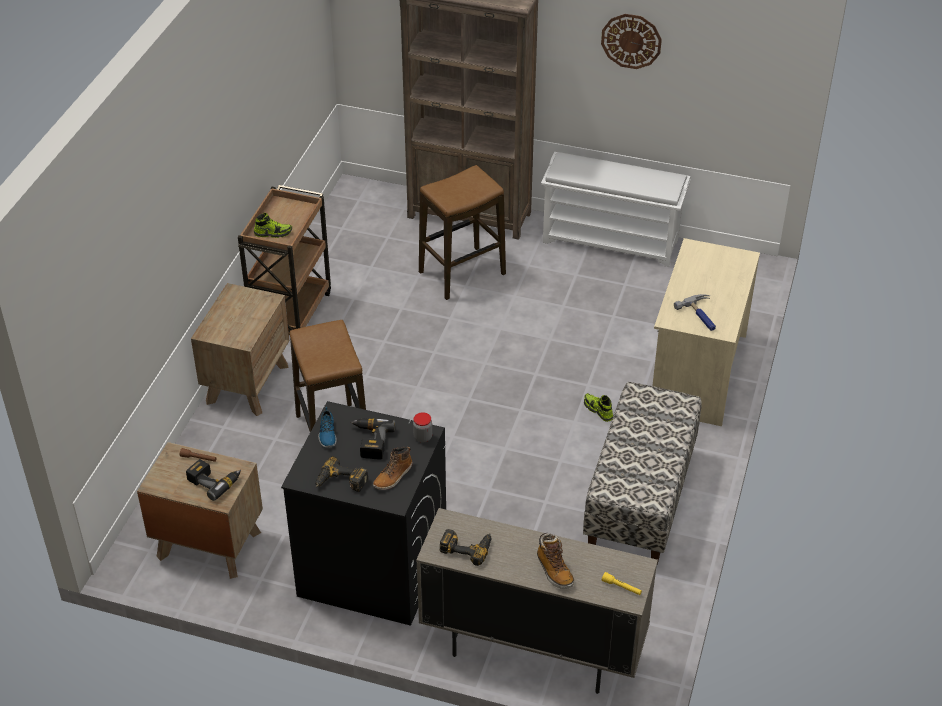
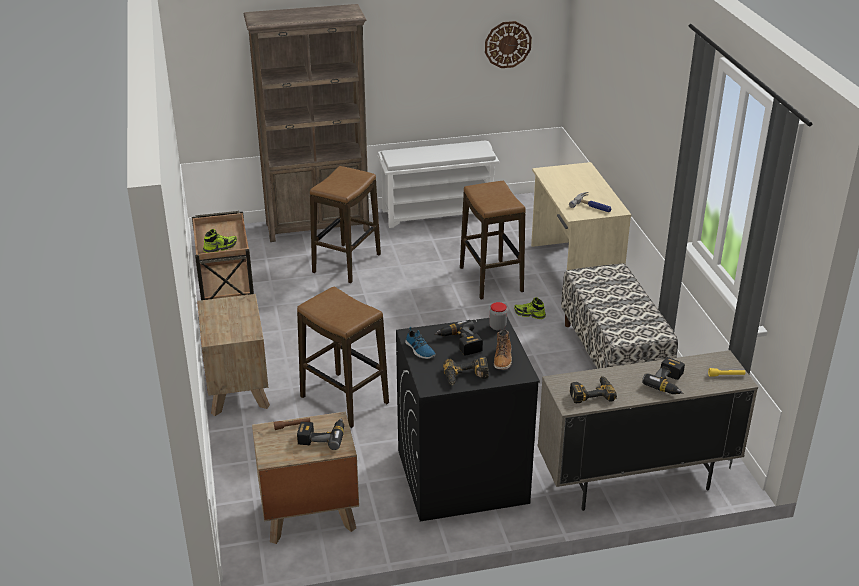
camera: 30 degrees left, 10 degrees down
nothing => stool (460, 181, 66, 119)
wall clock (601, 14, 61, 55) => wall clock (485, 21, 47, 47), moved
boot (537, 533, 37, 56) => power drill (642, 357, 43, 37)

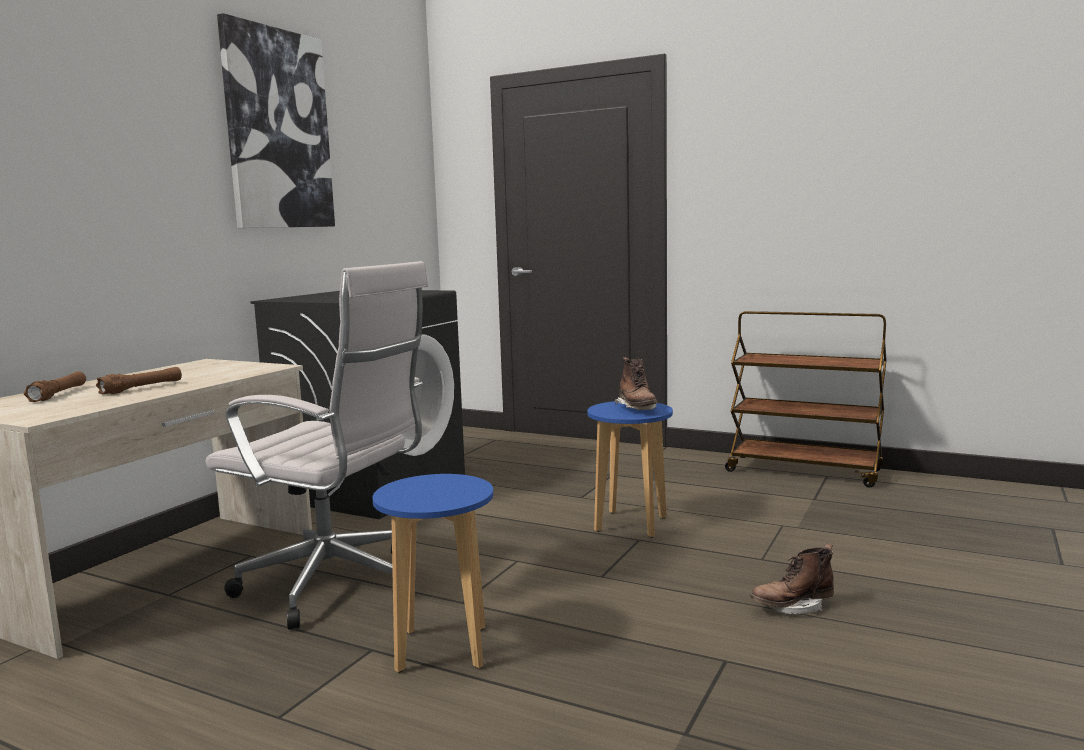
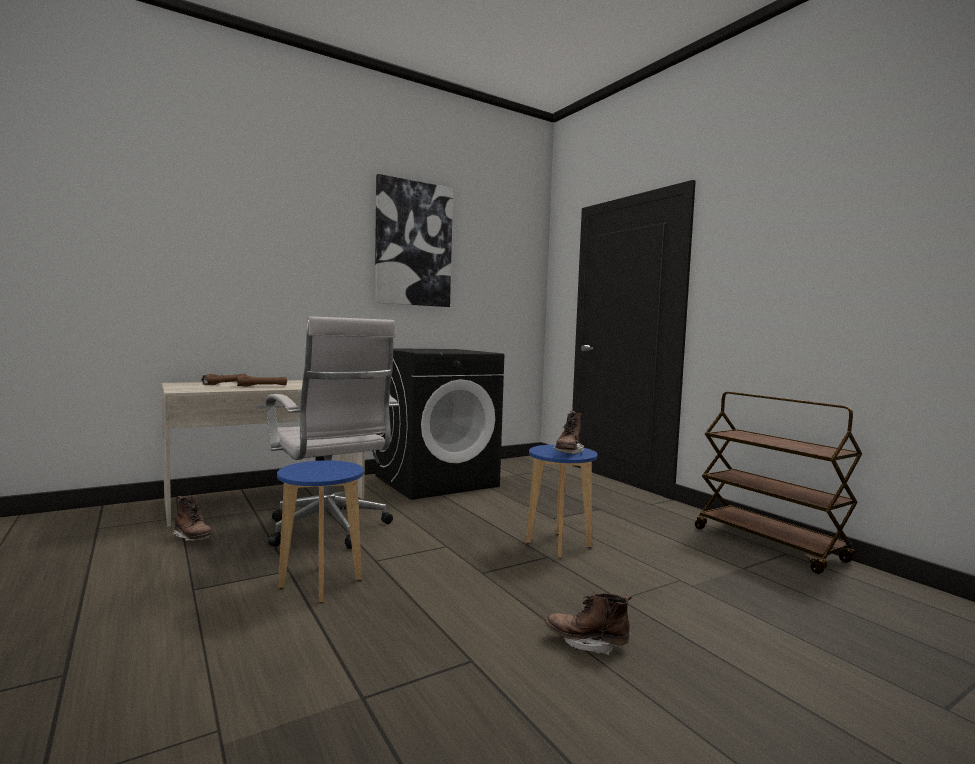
camera: 30 degrees right, 5 degrees down
nothing => boot in brown (172, 496, 42, 45)

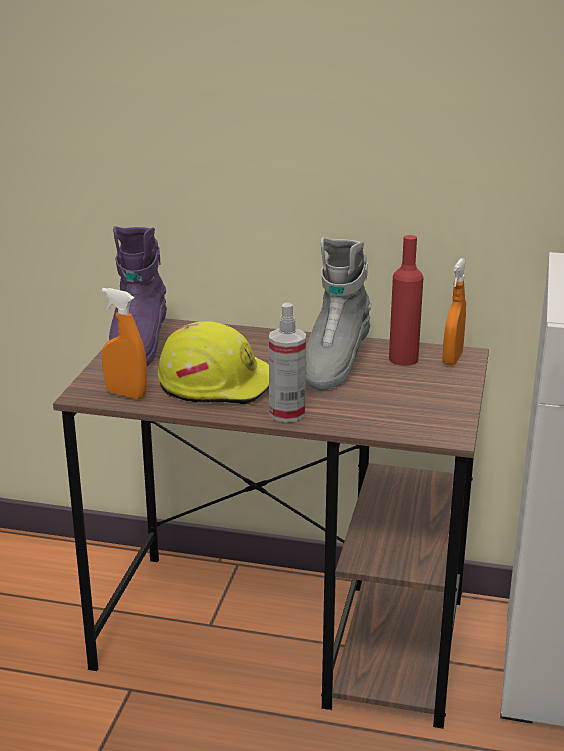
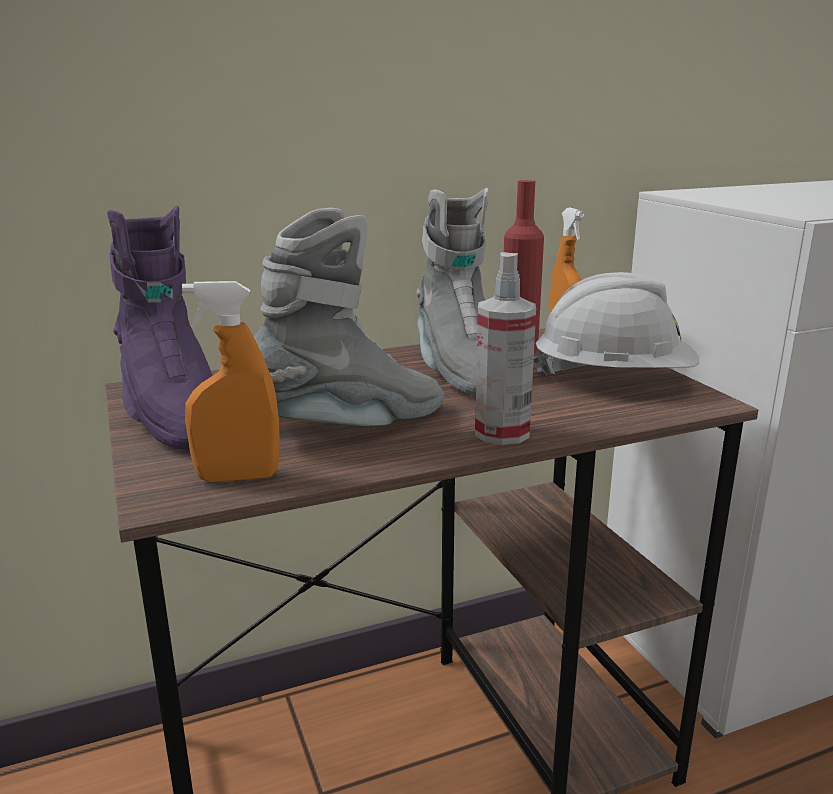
camera: 35 degrees left, 5 degrees down
nothing => hard hat in white (534, 272, 166, 105)
hard hat in yellow (158, 321, 111, 84) => boot in grey (254, 208, 190, 218)

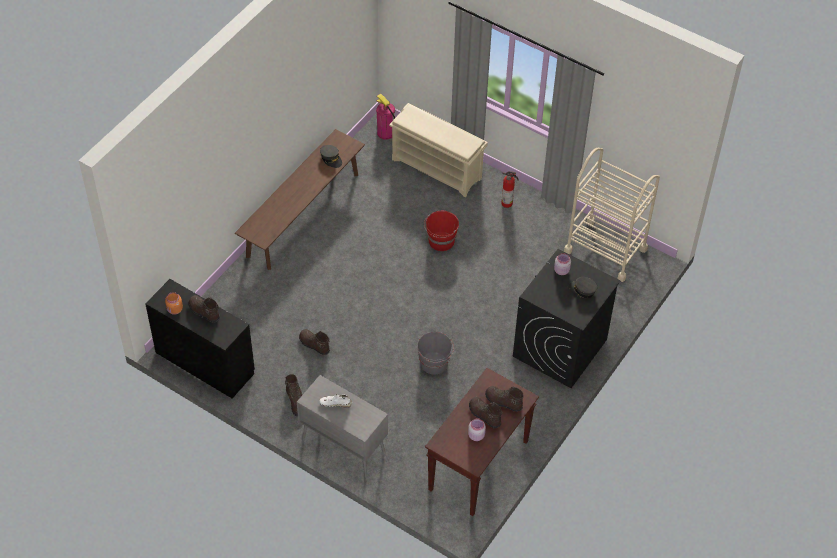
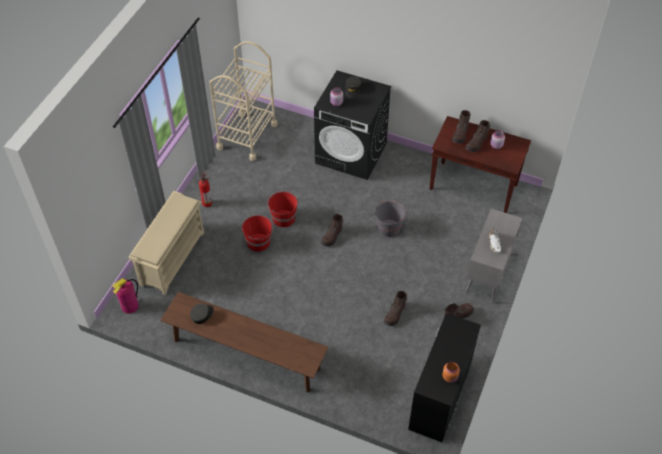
camera: 100 degrees left, 0 degrees up
nothing => bucket in red (267, 191, 31, 36)
boot in brown (188, 295, 32, 28) => boot in brown (321, 214, 23, 33), moved

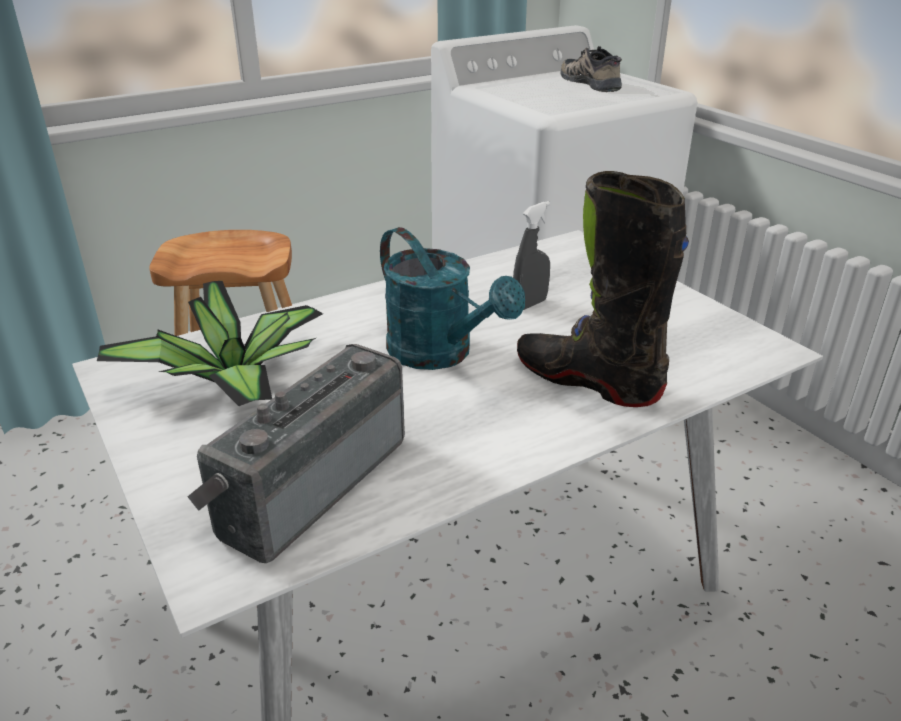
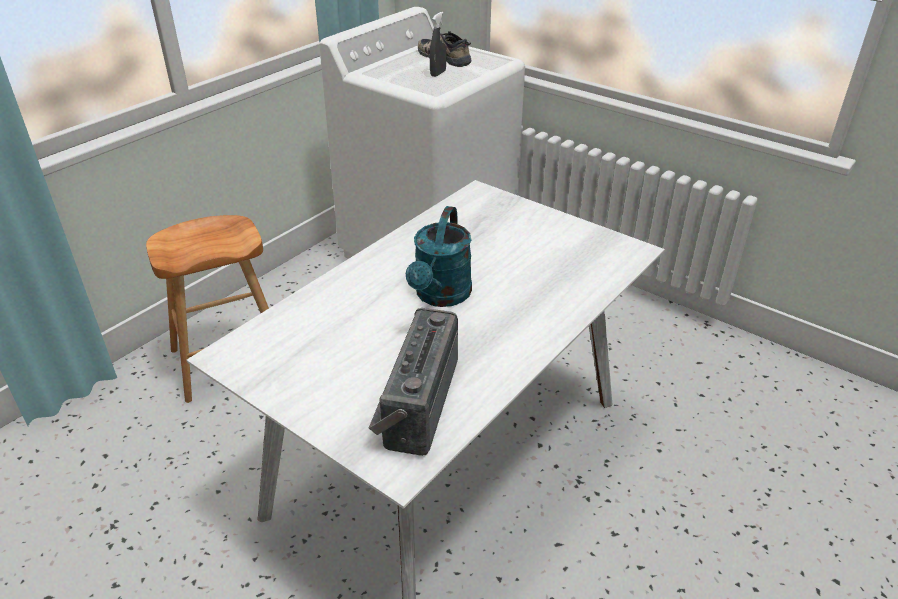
camera: 20 degrees left, 5 degrees up
potted plant (97, 281, 226, 125) => nothing
boot in black (517, 171, 172, 236) => nothing
spray bottle in grey (513, 201, 37, 109) => spray bottle in grey (430, 12, 17, 65), moved
watering can in turquoise (380, 227, 145, 143) => watering can in turquoise (406, 206, 66, 101), 75 degrees clockwise

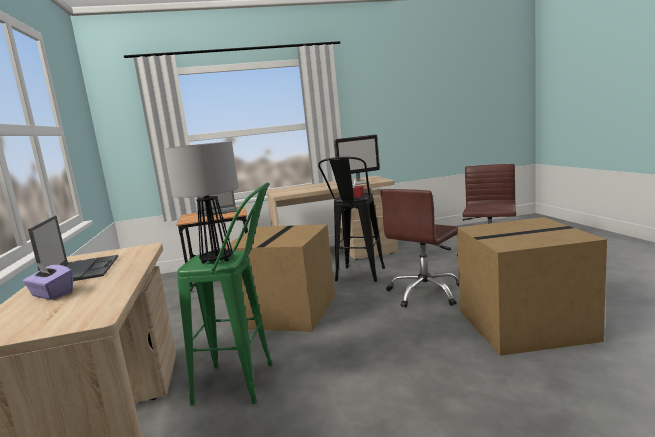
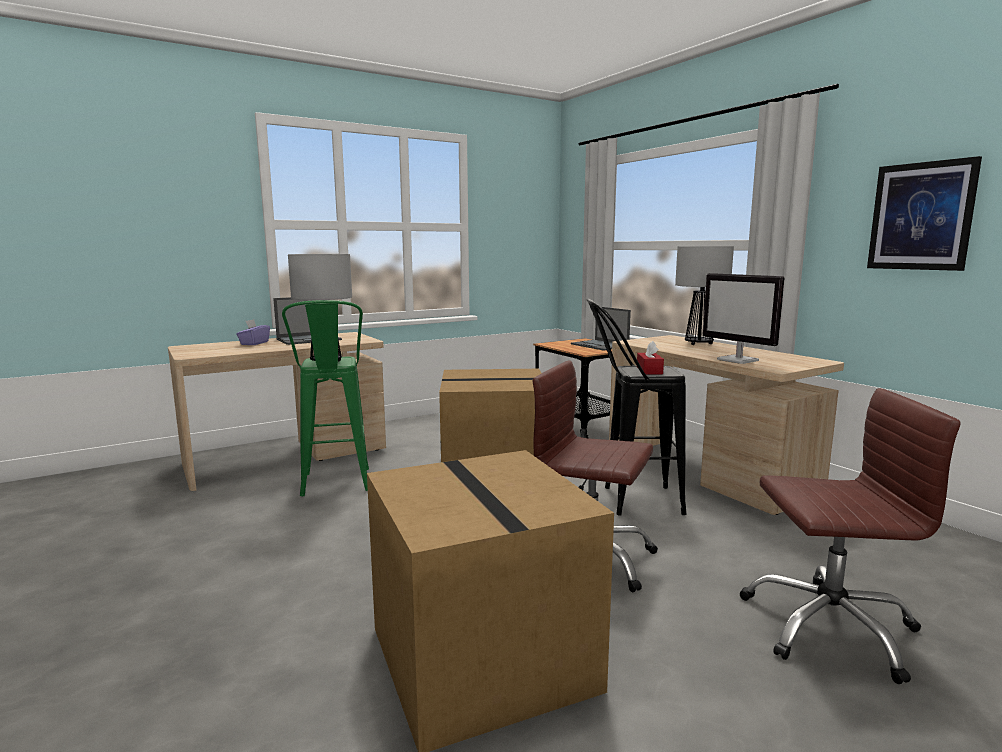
camera: 70 degrees right, 0 degrees up
nothing => table lamp (675, 246, 59, 99)
nothing => picture (867, 156, 115, 115)

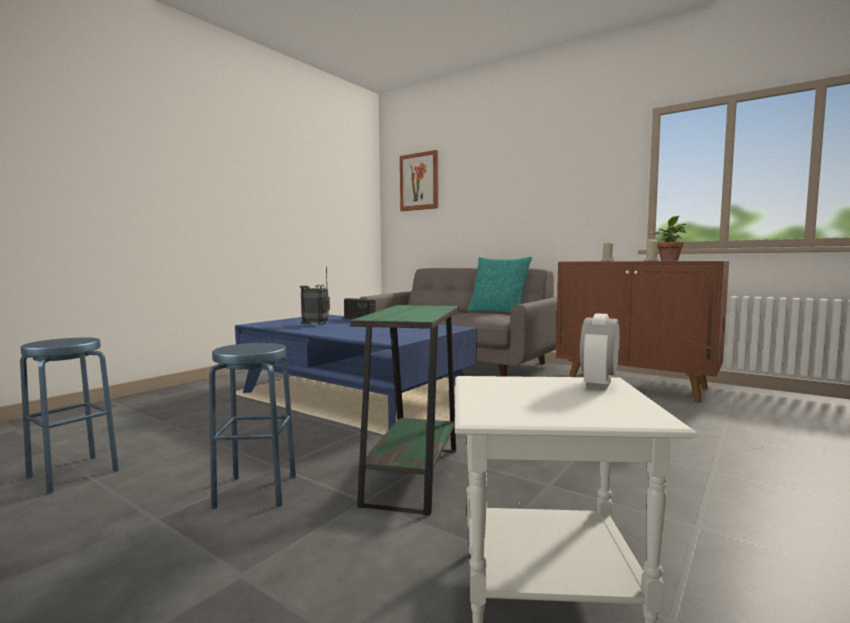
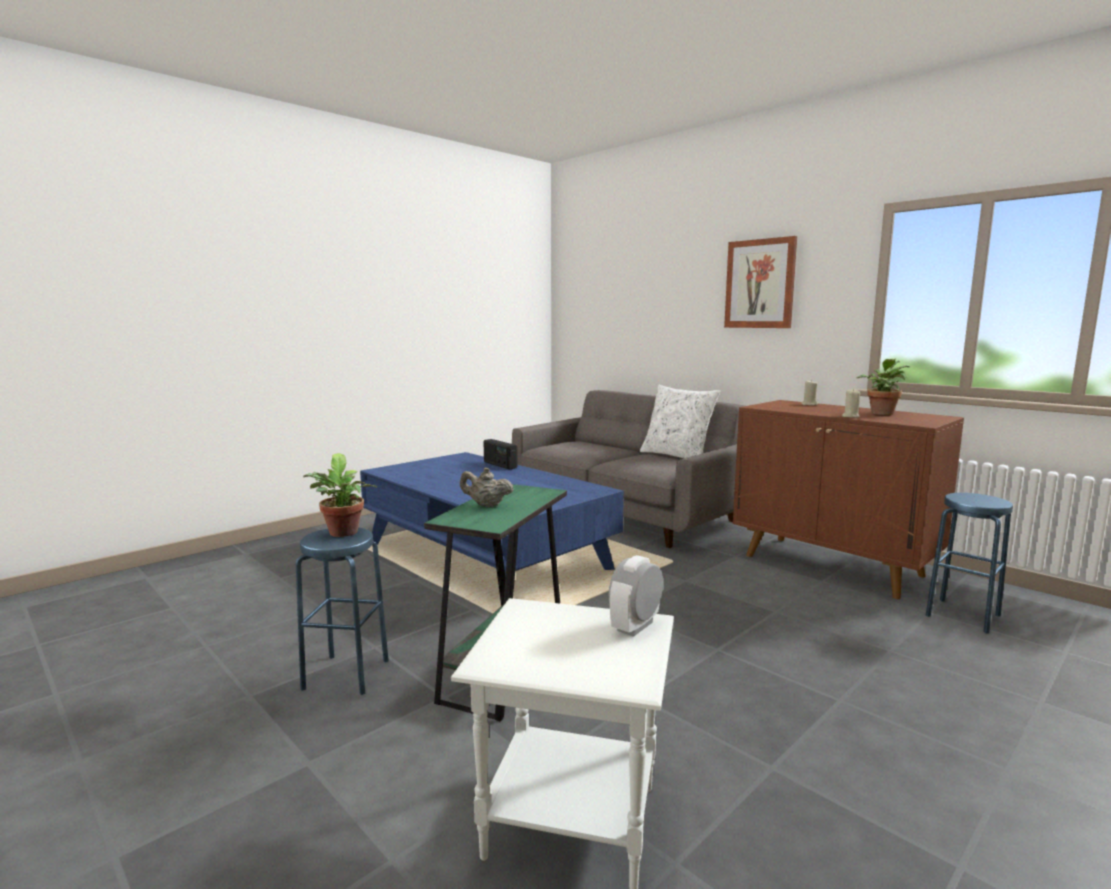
camera: 10 degrees right, 5 degrees up
radio (300, 266, 30, 59) => nothing
nothing => potted plant (303, 453, 74, 84)
nothing => teapot in beige (460, 467, 53, 40)
stool in blue (20, 337, 99, 157) => stool in blue (926, 493, 87, 141), moved
picture (400, 150, 39, 61) => picture (724, 236, 73, 92), moved
pillow in turquoise (467, 257, 65, 56) => pillow in white (640, 385, 80, 73)

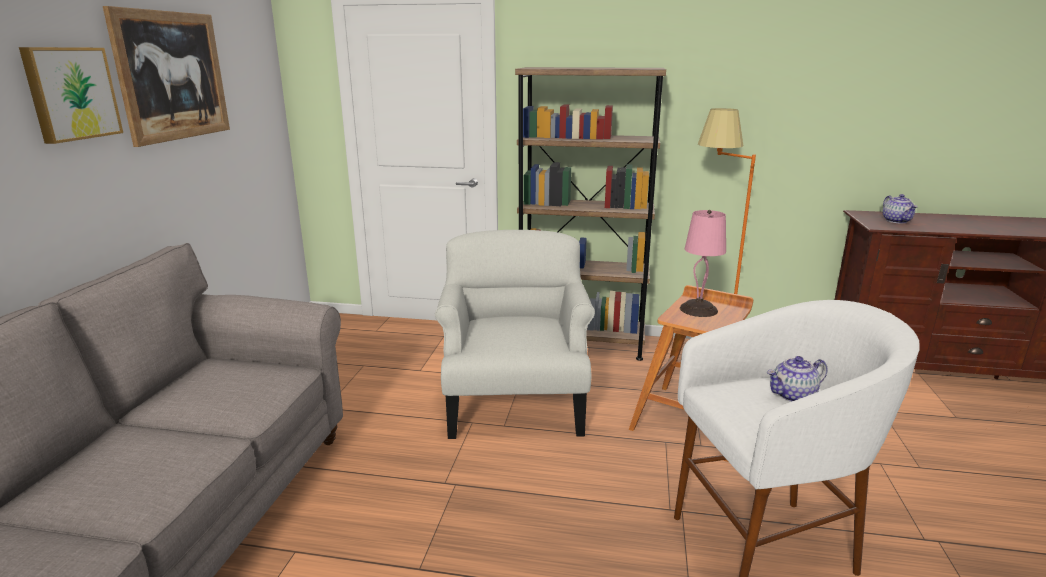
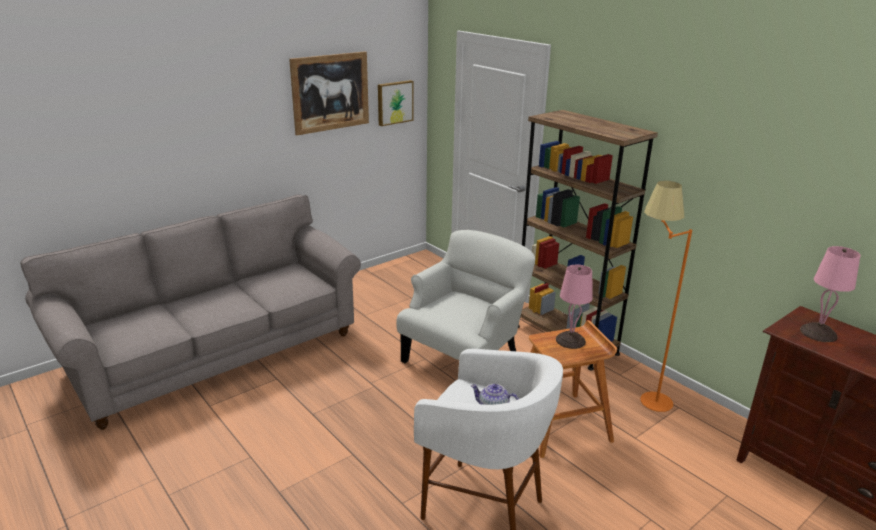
camera: 40 degrees right, 5 degrees up
picture (19, 47, 104, 97) => picture (378, 80, 36, 46), moved
teapot (883, 194, 35, 29) => table lamp in pink (800, 246, 60, 96)

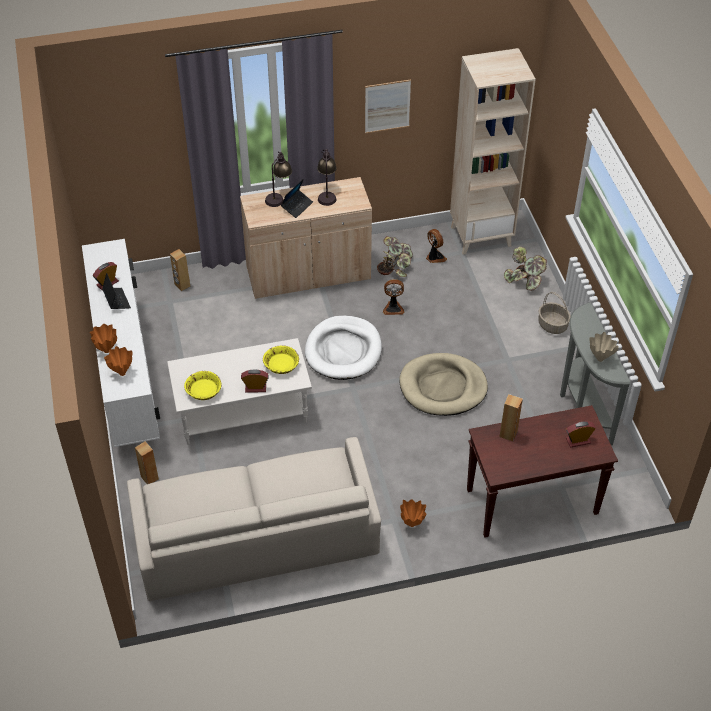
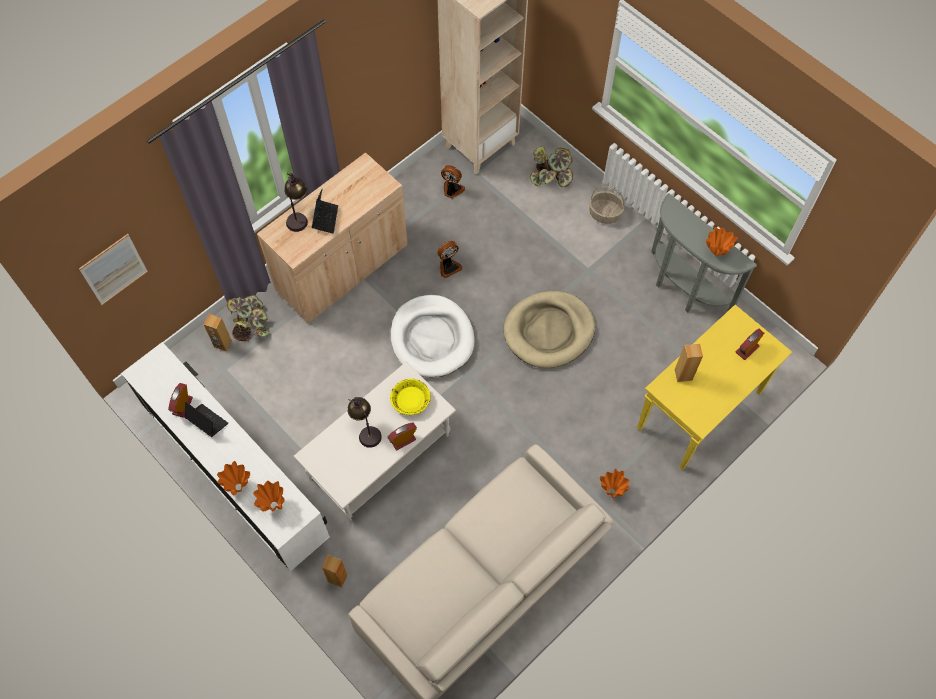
camera: 30 degrees left, 15 degrees up
bowl in yellow (184, 371, 37, 29) => nothing
table lamp (317, 149, 20, 57) => table lamp (347, 397, 35, 51), moved
picture (365, 79, 46, 55) => picture (79, 234, 69, 71), moved
potted plant (377, 236, 36, 41) => potted plant (227, 295, 42, 46), moved
console table in brown (467, 405, 151, 133) => console table in yellow (637, 305, 155, 165)
vase in beige (590, 332, 29, 30) => vase in orange (706, 227, 32, 29)

